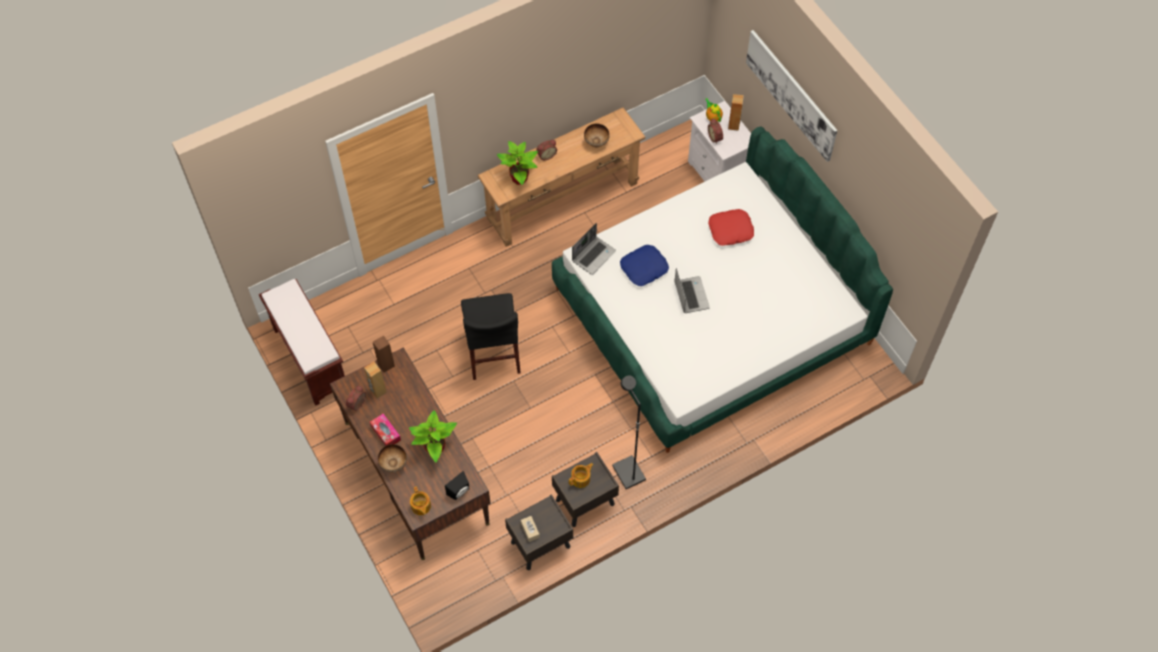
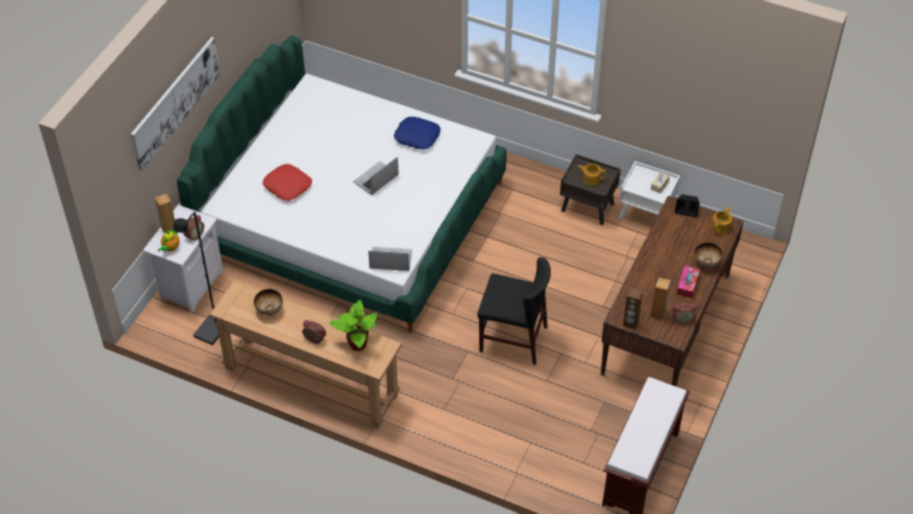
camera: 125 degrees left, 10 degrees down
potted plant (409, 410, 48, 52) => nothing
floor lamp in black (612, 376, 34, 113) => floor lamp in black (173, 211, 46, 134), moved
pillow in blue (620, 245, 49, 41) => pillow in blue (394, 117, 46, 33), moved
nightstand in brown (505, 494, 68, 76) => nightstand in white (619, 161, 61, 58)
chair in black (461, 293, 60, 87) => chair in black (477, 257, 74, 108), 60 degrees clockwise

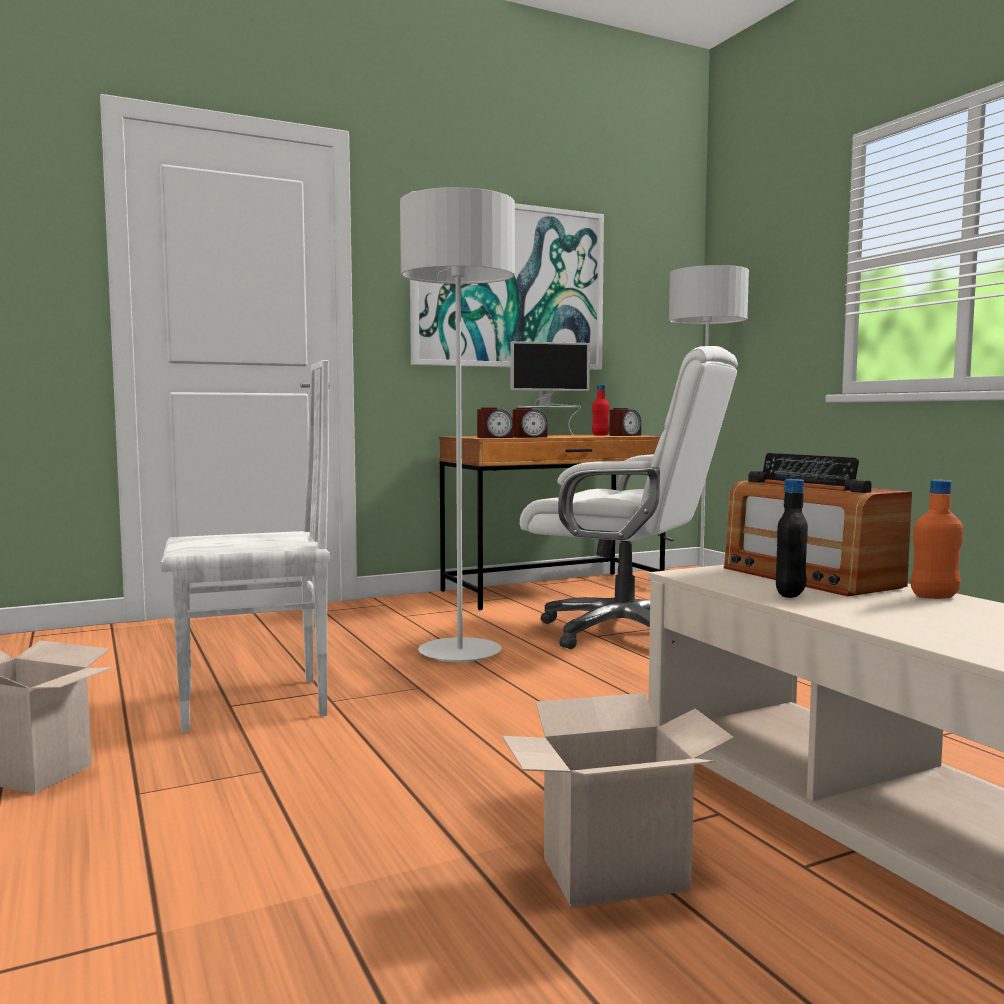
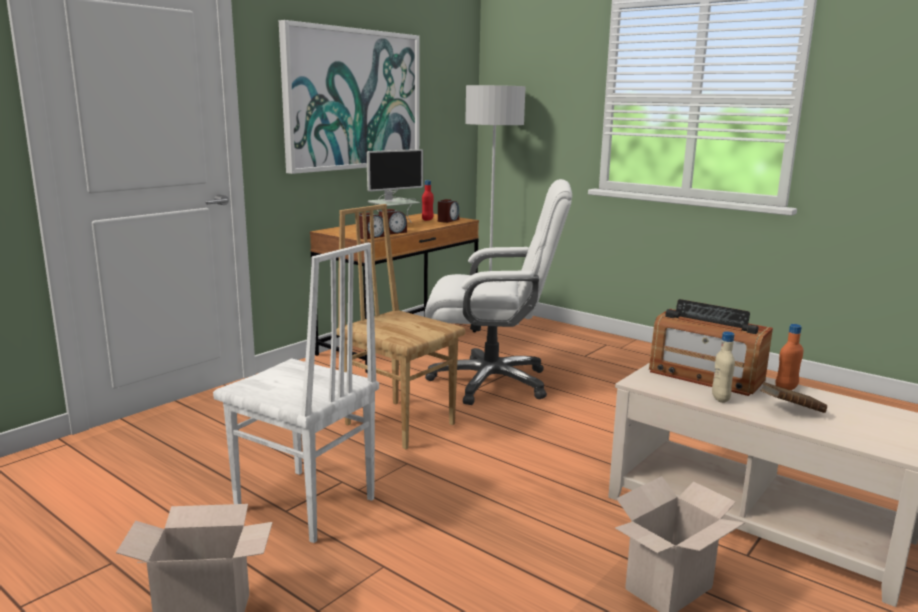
camera: 25 degrees left, 10 degrees up
nothing => book in brown (760, 382, 67, 31)
floor lamp in grey (400, 187, 115, 476) => chair in brown (337, 204, 128, 245)
bottle in black (776, 479, 32, 119) => bottle in beige (712, 331, 23, 72)
chair in white (161, 360, 169, 373) => chair in white (213, 243, 166, 300), 75 degrees clockwise

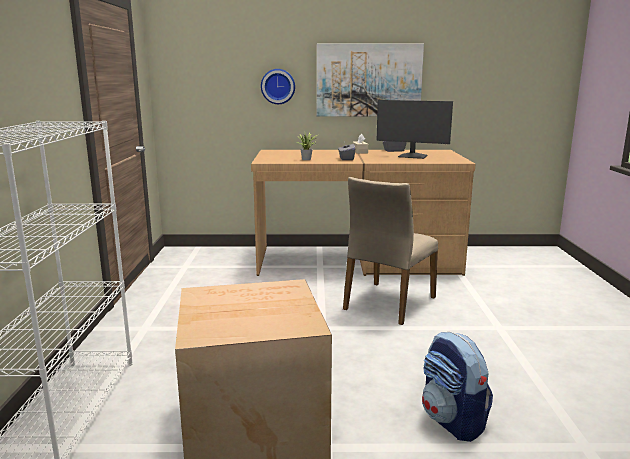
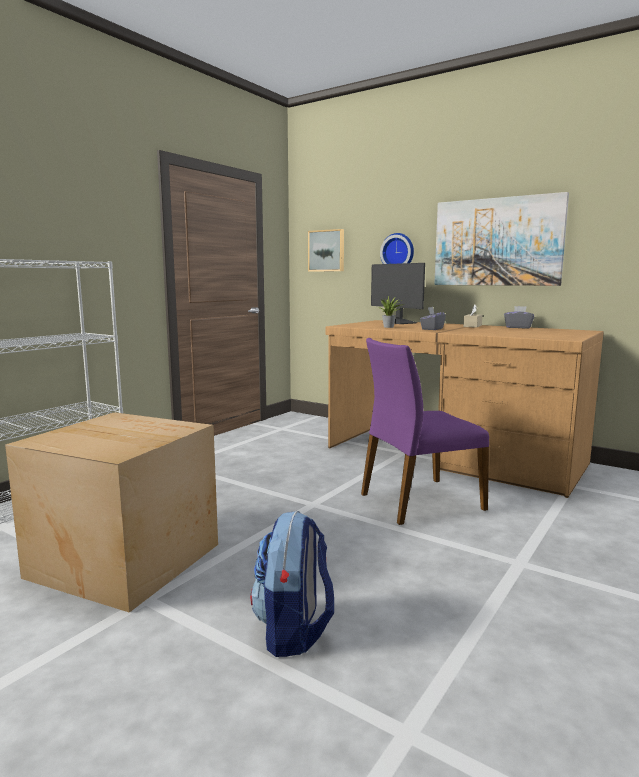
camera: 35 degrees right, 5 degrees down
nothing => picture (308, 229, 36, 43)
monitor (376, 100, 77, 59) => monitor (371, 263, 54, 61), moved
chair in beige (343, 177, 95, 148) => chair in purple (361, 338, 128, 187)

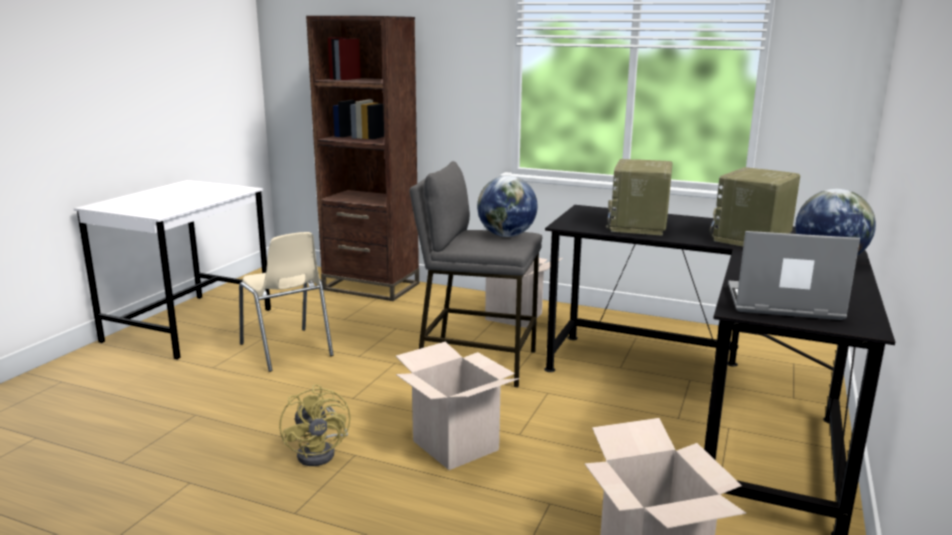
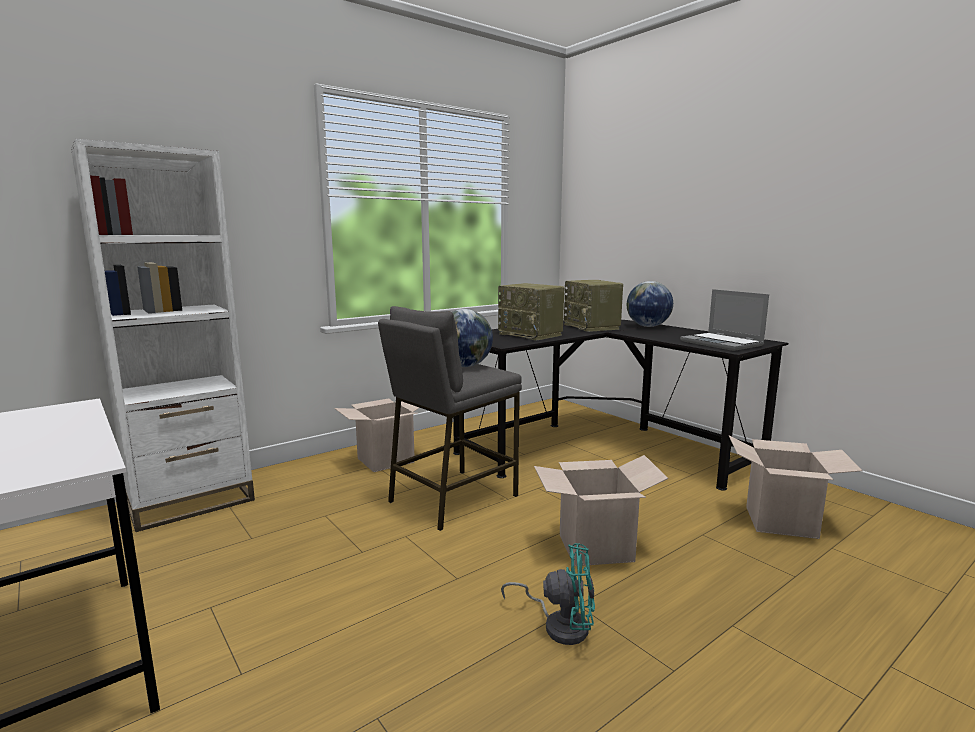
camera: 60 degrees left, 5 degrees down
chair in beige (239, 232, 95, 140) => nothing
fan in yellow (279, 384, 71, 82) => fan in turquoise (501, 543, 94, 102)
bookcase in brown (306, 16, 113, 285) => bookcase in white (71, 139, 184, 393)
laptop (728, 231, 132, 89) => laptop (680, 289, 89, 62), 75 degrees counterclockwise

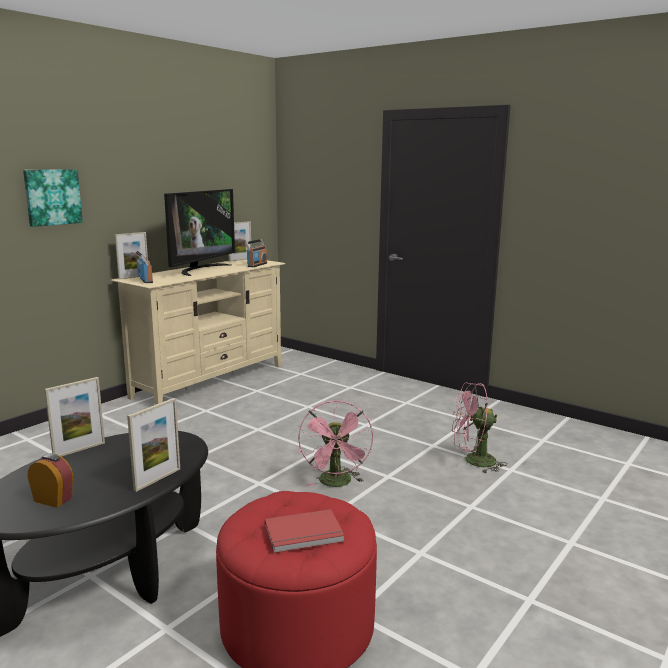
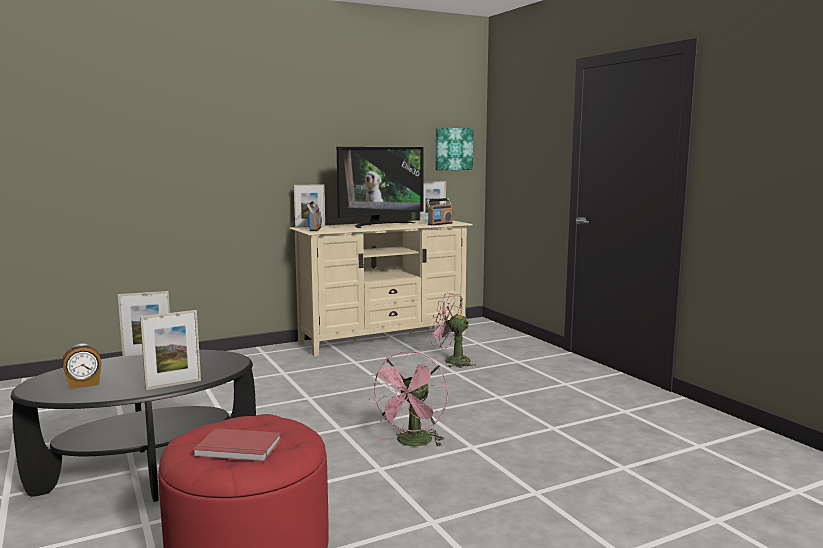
camera: 25 degrees right, 5 degrees down
picture (23, 169, 60, 58) => picture (435, 128, 38, 42), moved
fan in pink (452, 383, 55, 90) => fan in pink (430, 293, 45, 75), moved
alarm clock (28, 453, 45, 55) => alarm clock (63, 344, 39, 45), 105 degrees clockwise

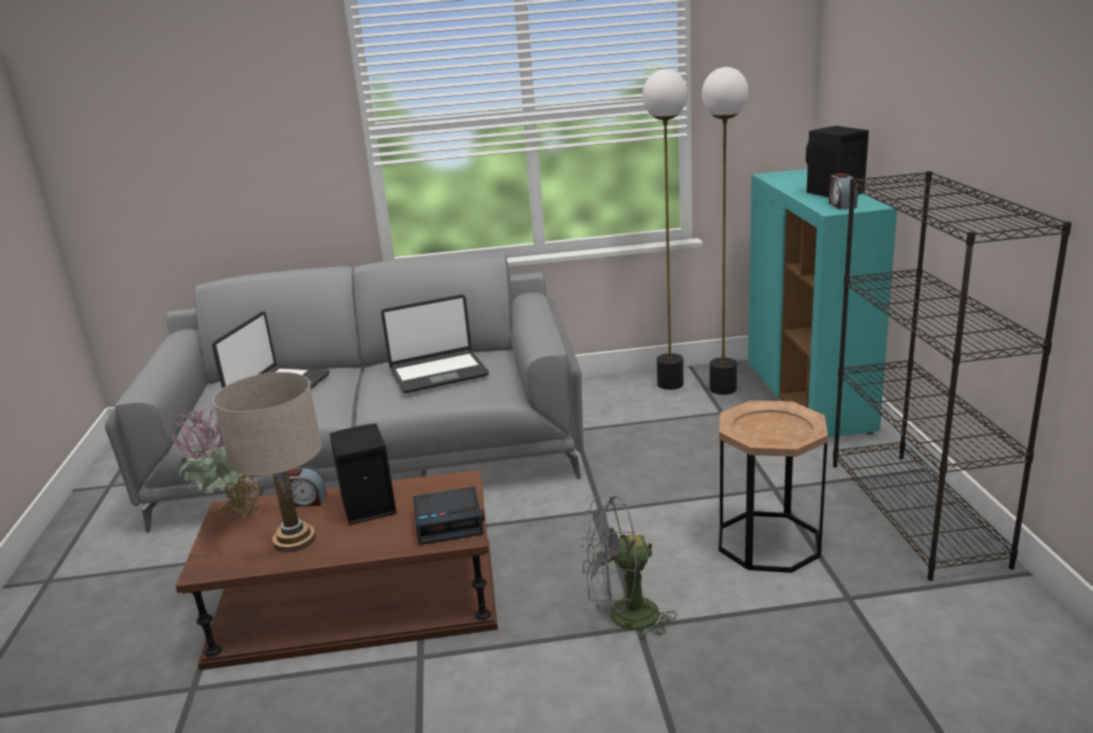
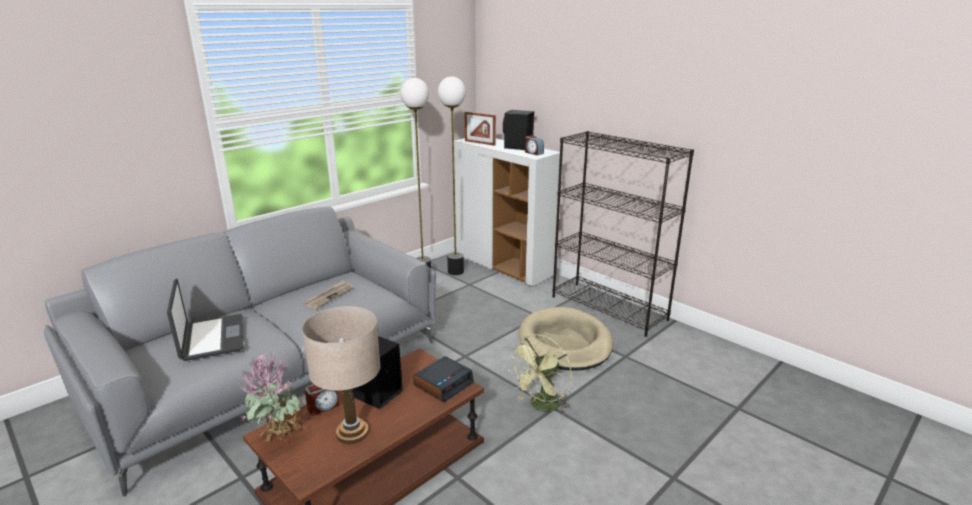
camera: 40 degrees left, 0 degrees up
nothing => picture frame (465, 111, 31, 35)
laptop (381, 294, 108, 99) => newspaper (304, 280, 50, 29)
side table in brown (719, 400, 109, 173) => dog bed in beige (519, 307, 94, 64)
fan in grey (581, 496, 96, 147) => fan in green (508, 334, 64, 80)
cabinet in turquoise (748, 169, 149, 269) => cabinet in white (454, 138, 106, 149)

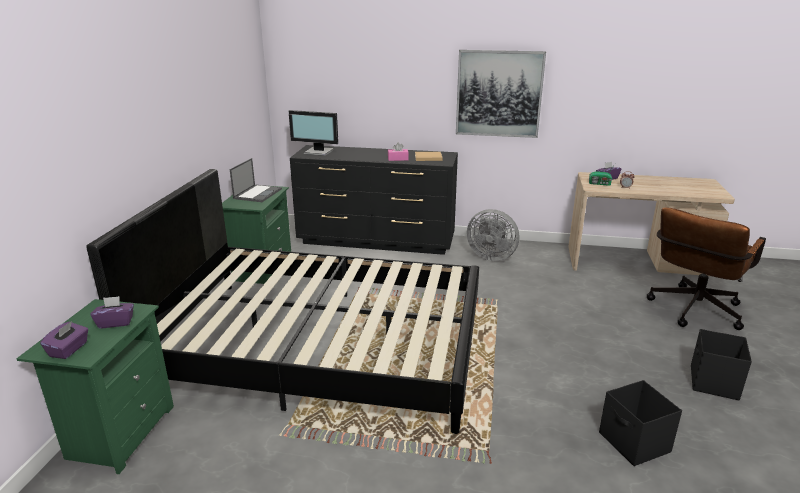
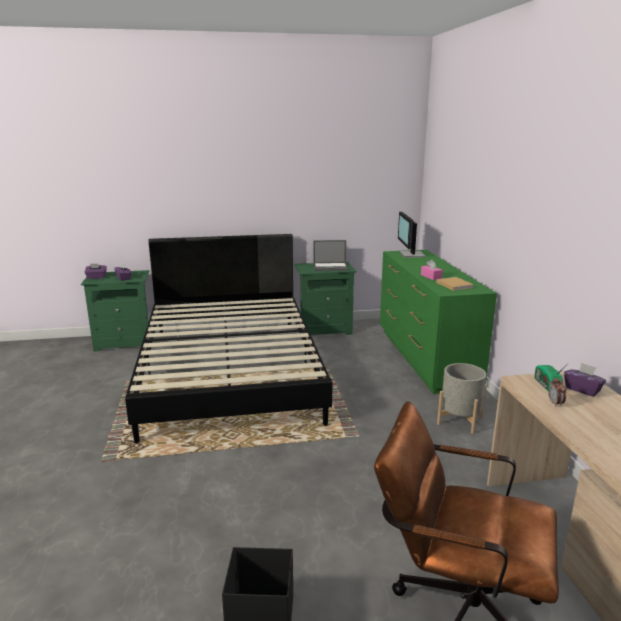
camera: 70 degrees right, 5 degrees down
picture (456, 50, 90, 88) => nothing
storage box in black (599, 380, 83, 86) => nothing
fan in grey (467, 209, 53, 52) => planter in grey (437, 363, 49, 71)
dresser in black (290, 145, 168, 110) => dresser in green (380, 250, 117, 144)

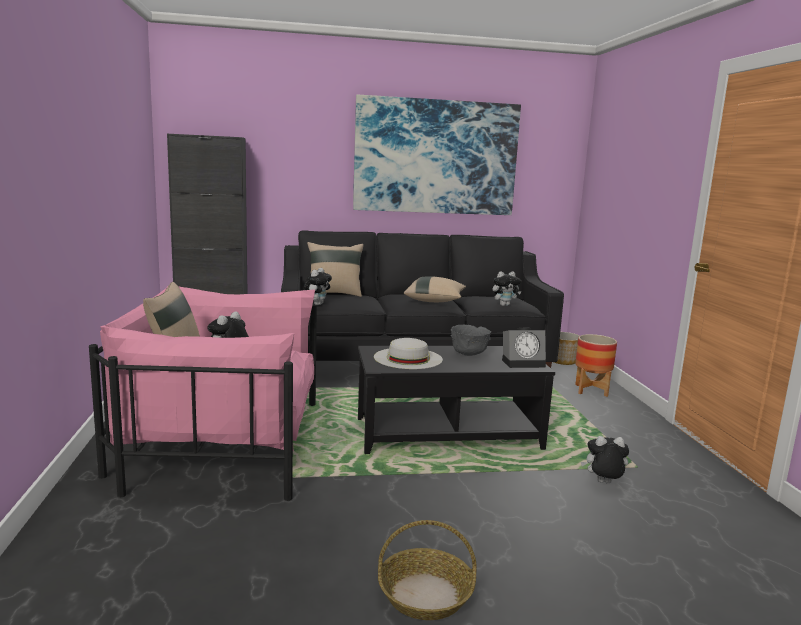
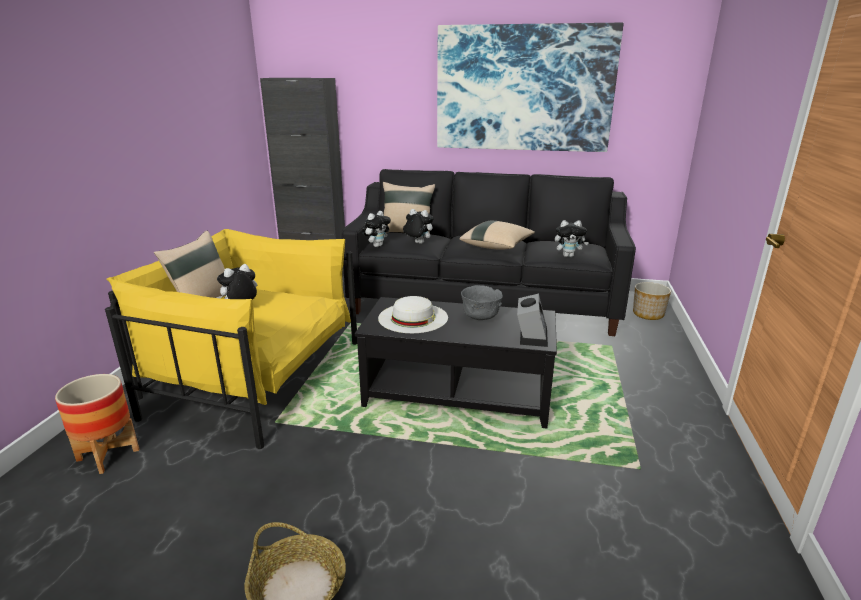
camera: 20 degrees right, 10 degrees up
planter (575, 334, 42, 63) => planter (55, 374, 84, 100), moved
plush toy (581, 436, 48, 48) => plush toy (403, 209, 31, 35), moved
armchair in pink (89, 286, 228, 215) => armchair in yellow (105, 229, 252, 220)
alarm clock (502, 328, 44, 40) => alarm clock (517, 294, 31, 53), 90 degrees counterclockwise

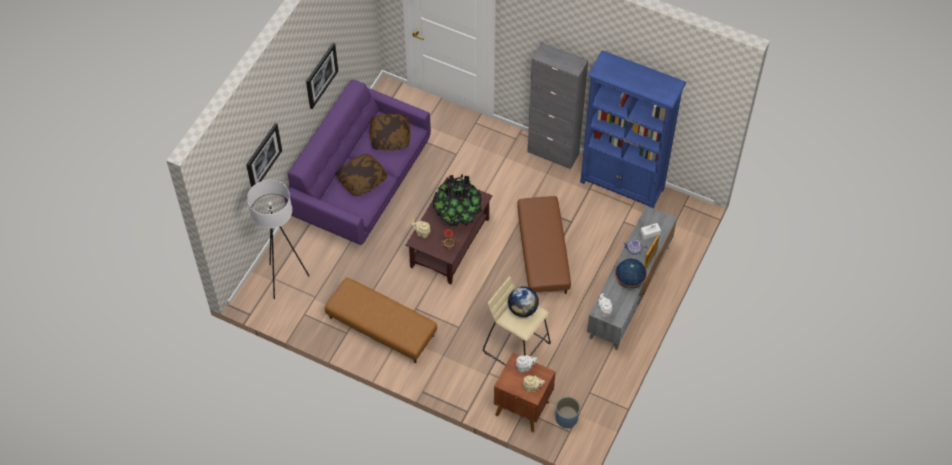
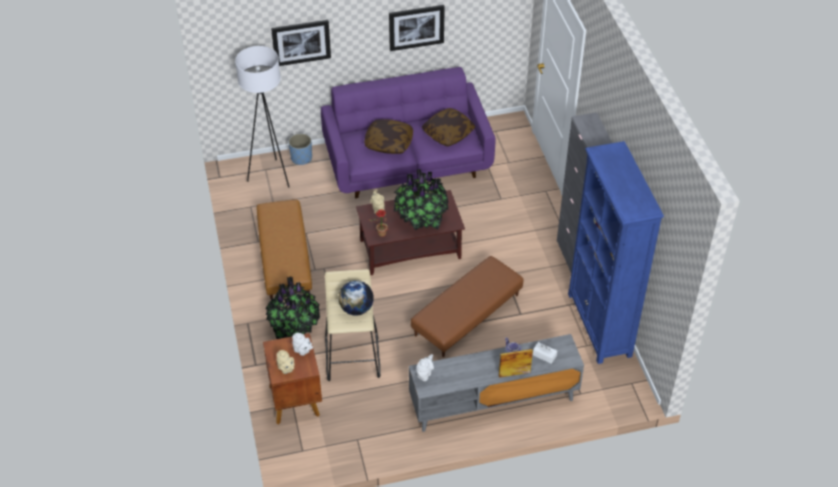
camera: 50 degrees right, 10 degrees down
globe (615, 259, 32, 30) => nothing
nothing => potted plant (265, 277, 55, 62)
planter in blue (556, 397, 24, 31) => planter in blue (289, 133, 23, 32), moved

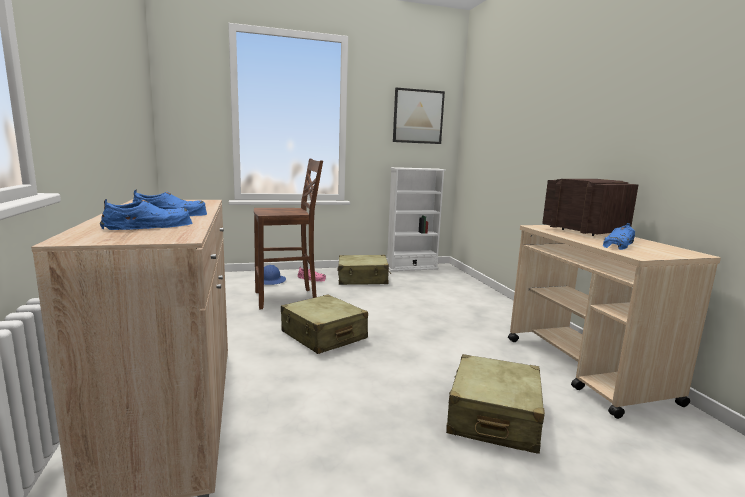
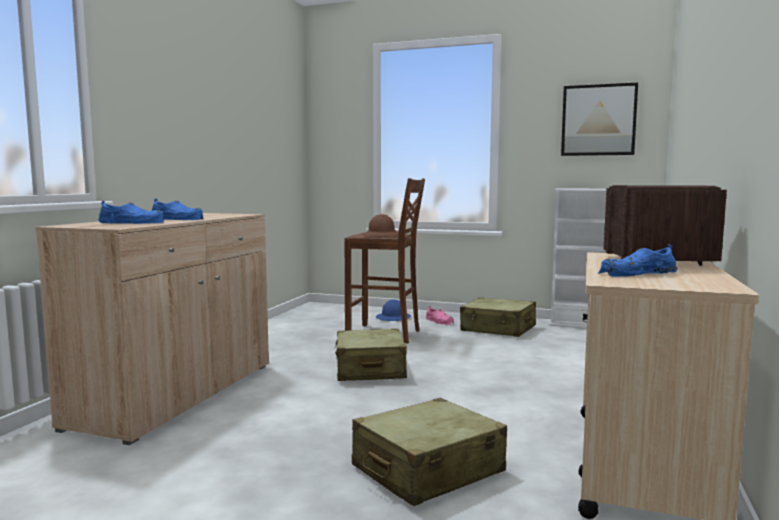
camera: 35 degrees right, 5 degrees down
nothing => hard hat in brown (362, 214, 37, 22)

